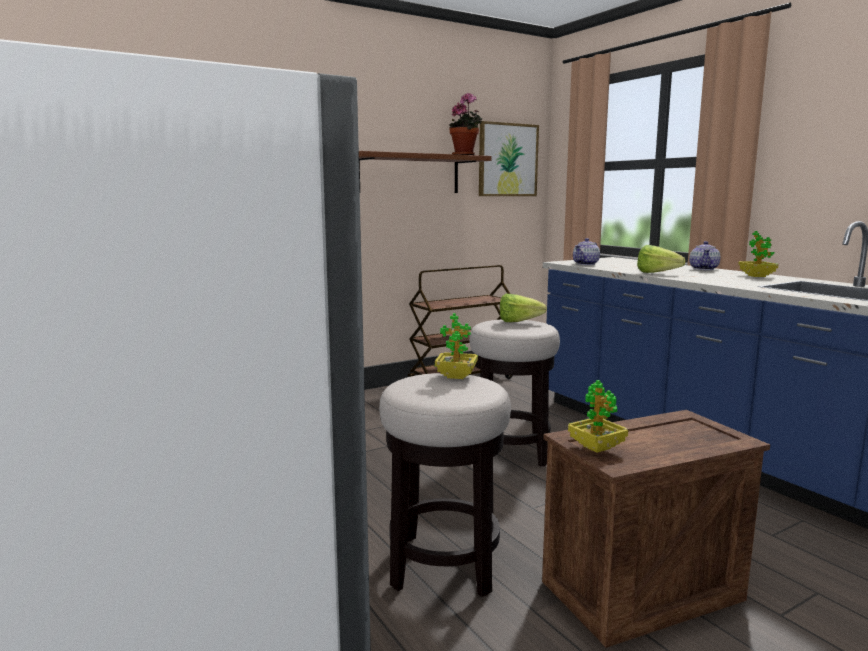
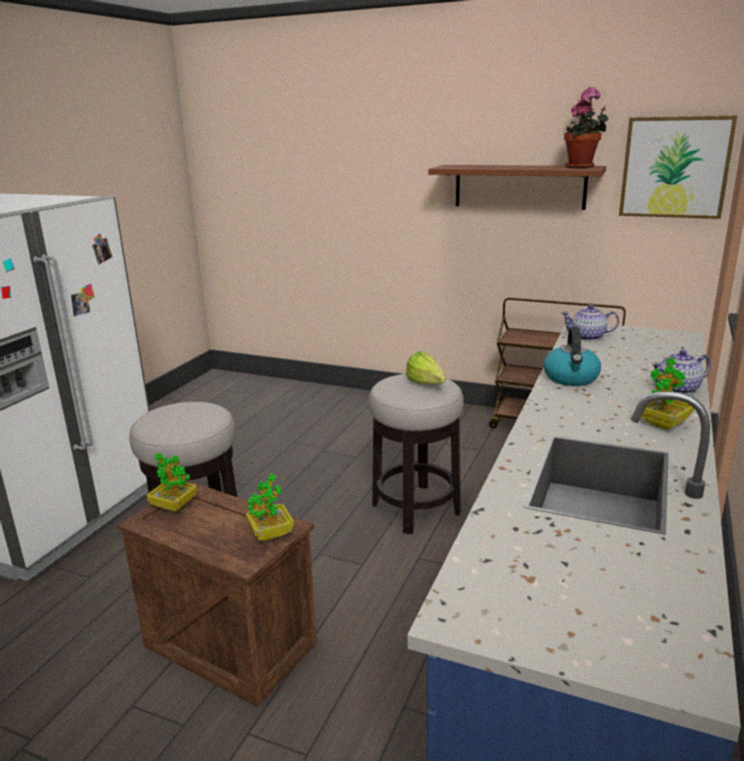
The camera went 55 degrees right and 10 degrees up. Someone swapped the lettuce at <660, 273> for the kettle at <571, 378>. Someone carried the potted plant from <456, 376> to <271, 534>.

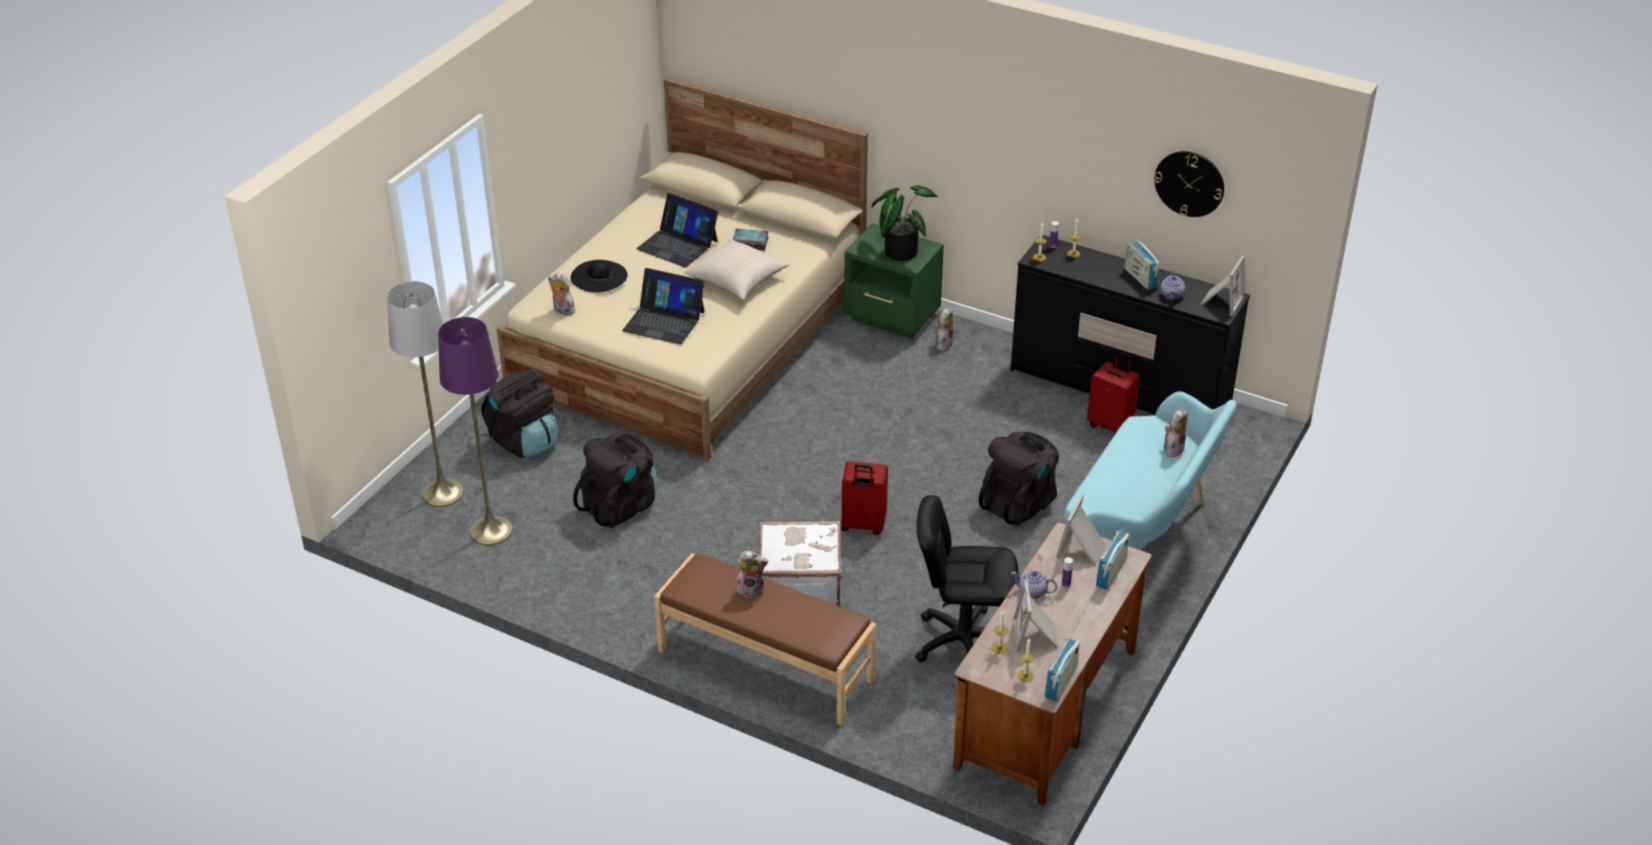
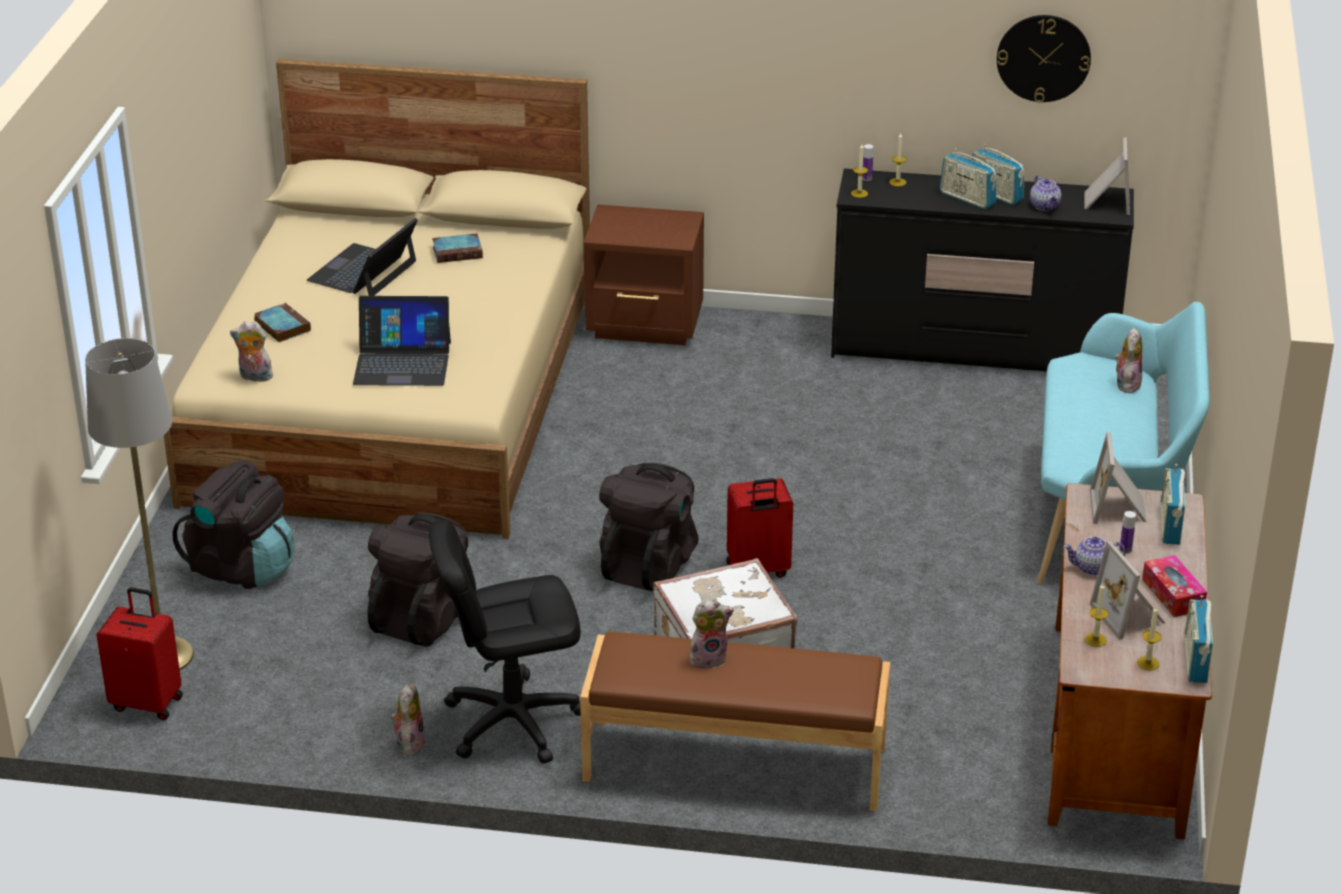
The camera went 20 degrees left and 5 degrees down. Someone took away the potted plant at <900, 250>. Someone rotated the laptop at <678, 245> by 105 degrees clockwise. Someone repainted the green nightstand at <893, 317>, which became the brown nightstand at <646, 325>. Someone took away the beige pillow at <737, 280>. Someone swapped the black hat at <599, 276> for the book at <281, 326>. Someone carried the plush toy from <943, 343> to <409, 743>. Someone took away the purple floor lamp at <491, 531>. Someone carried the red suitcase from <1111, 425> to <148, 702>. Someone carried the black backpack from <1019, 503> to <648, 564>. Someone carried the black office chair from <963, 642> to <512, 721>. Someone put down the radio at <967, 199>. Someone put down the tissue box at <1173, 594>.

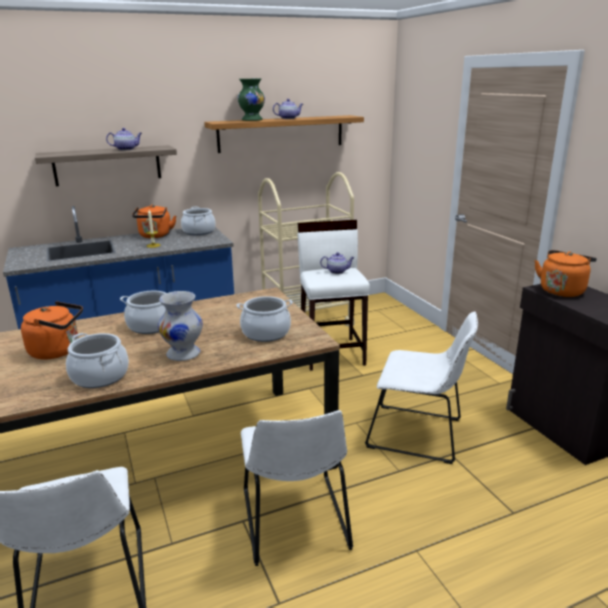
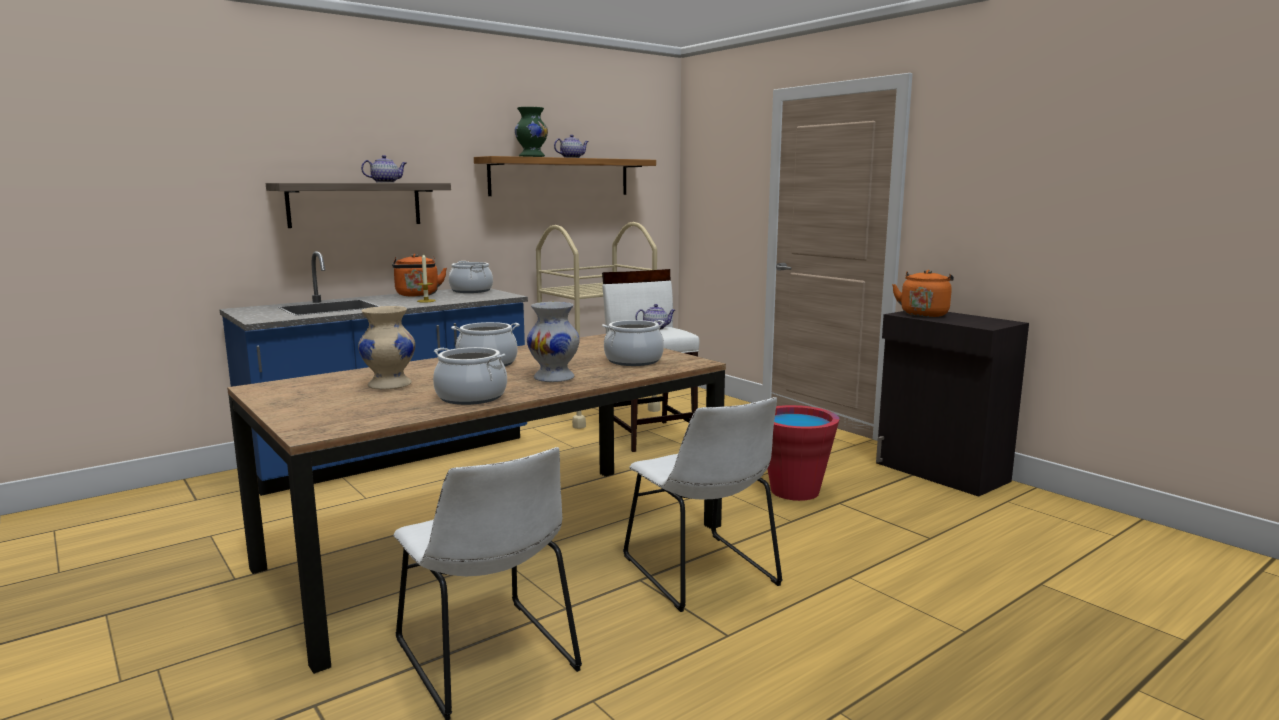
The camera went 15 degrees left and 10 degrees down. Someone swapped the orange kettle at <58, 351> for the beige vase at <390, 385>. Someone swapped the white chair at <419, 434> for the red bucket at <794, 491>.

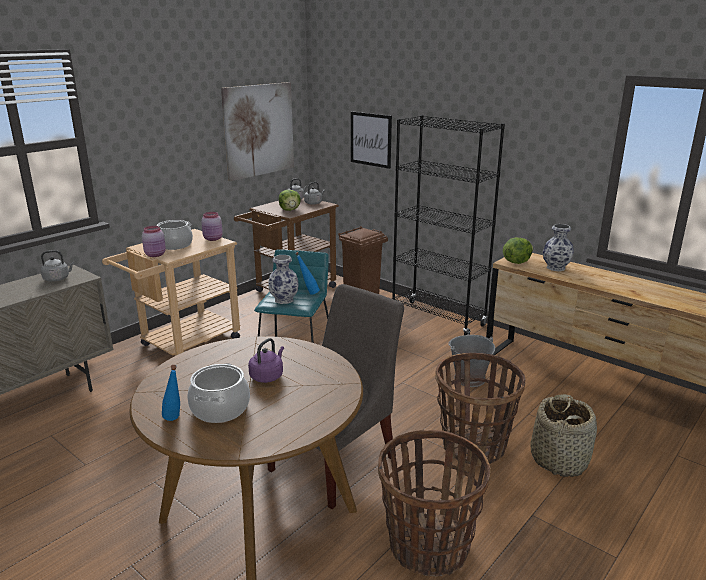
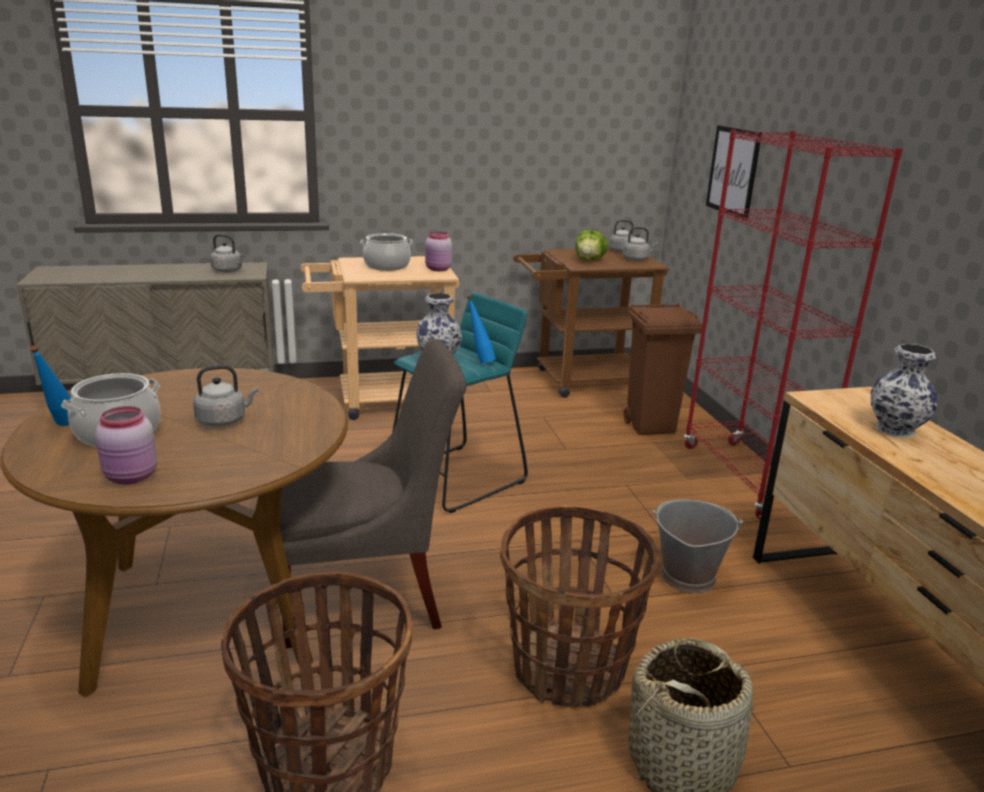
The camera went 35 degrees right and 0 degrees up. Someone took away the picture at <259, 130>. Someone repainted the black bookcase at <438, 319>, which became the red bookcase at <746, 479>. Someone carried the pink jar from <156, 255> to <132, 477>. Someone took away the lettuce at <516, 262>. Someone repainted the purple kettle at <267, 376>, which became the grey kettle at <224, 420>.

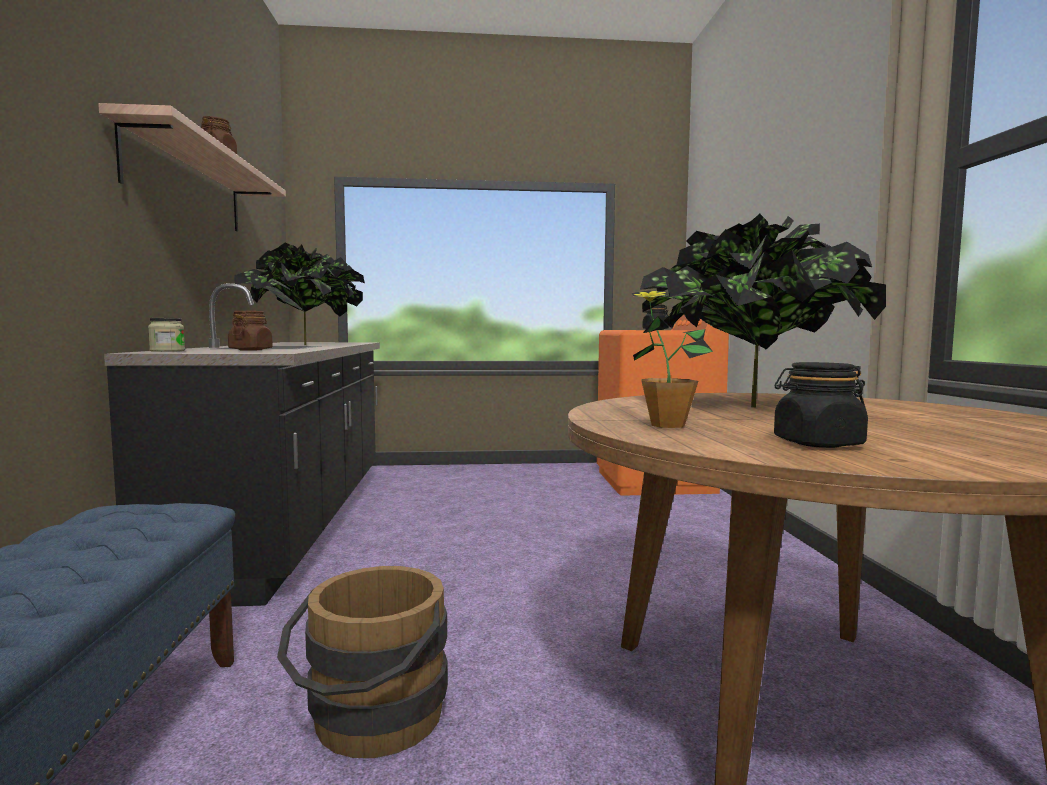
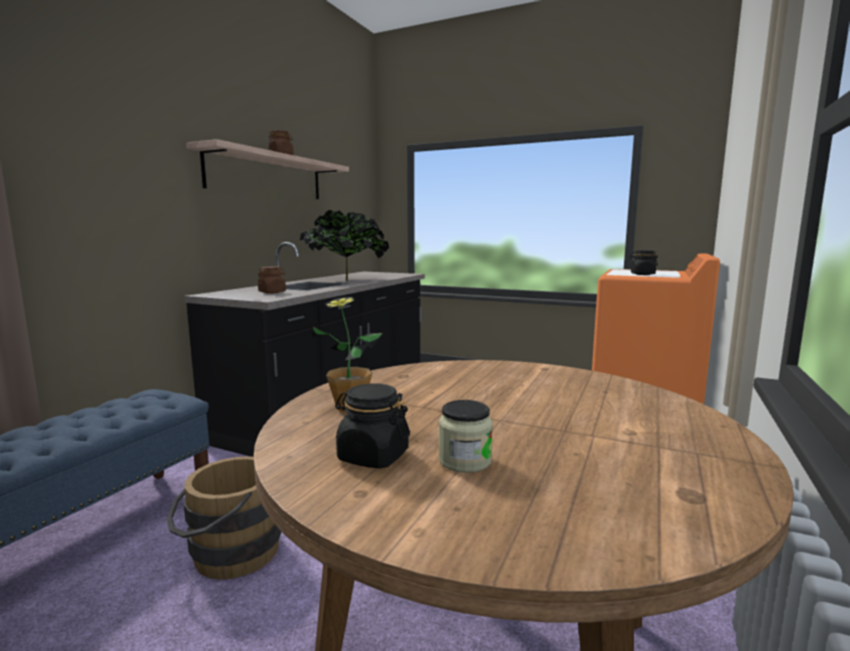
The camera went 30 degrees right and 5 degrees up. Someone took away the potted plant at <747, 406>. Someone carried the jar from <167, 351> to <464, 461>.

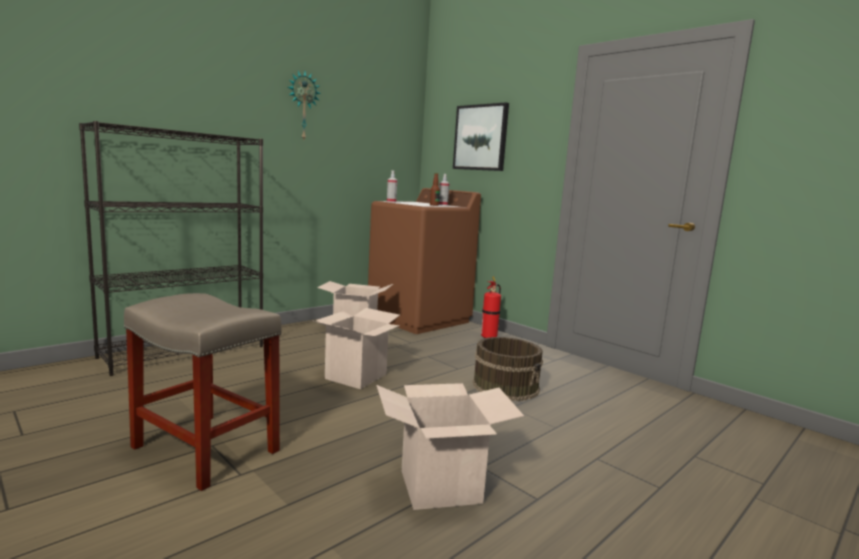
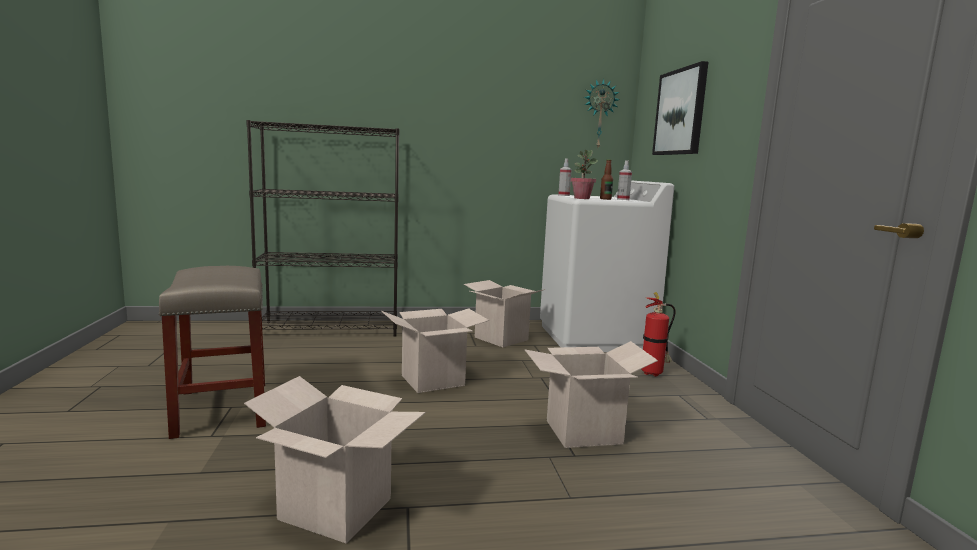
The camera went 35 degrees right and 0 degrees up. Someone carried the wall clock from <302, 106> to <599, 114>. Someone repainted the brown washing machine at <419, 319>, which became the white washing machine at <595, 337>. Someone swapped the brown bucket at <506, 386> for the cardboard box at <583, 432>. Someone put down the potted plant at <581, 198>.

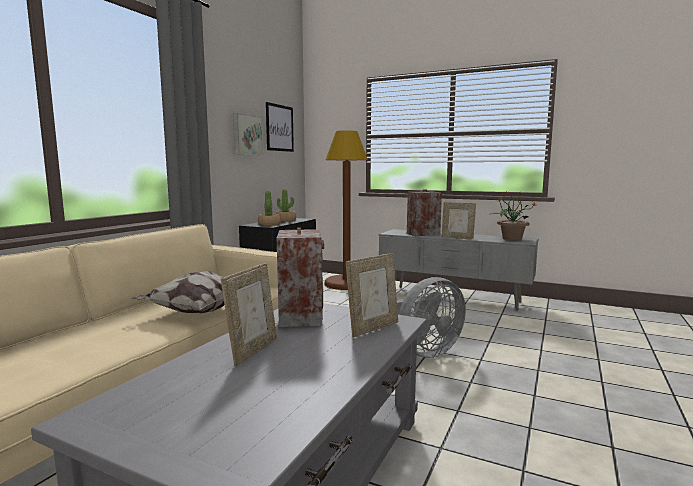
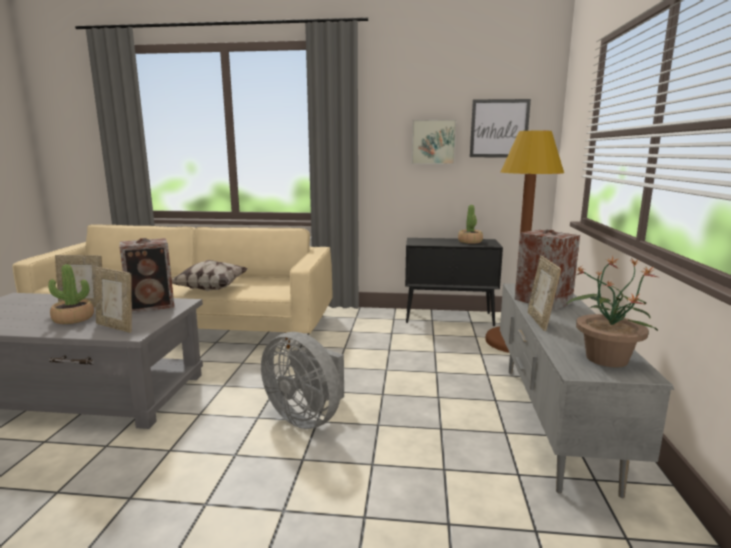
The camera went 70 degrees right and 5 degrees up. Someone carried the potted plant from <269, 224> to <73, 319>.

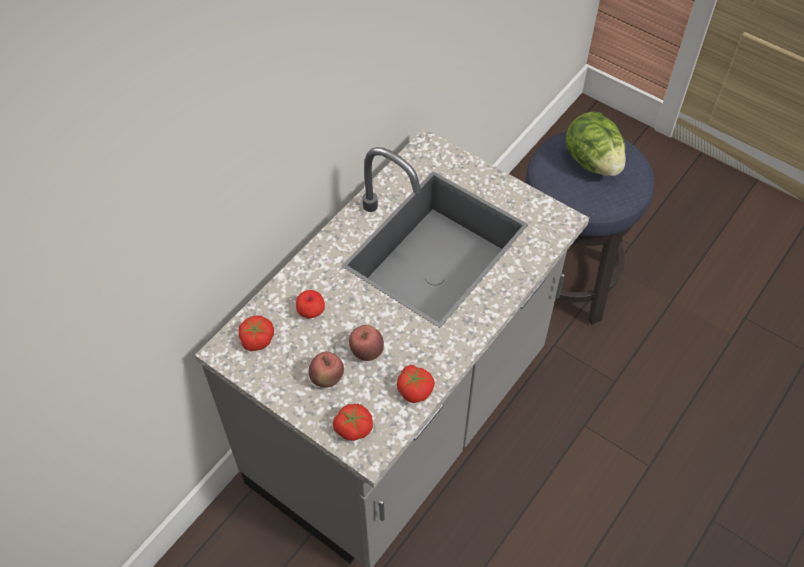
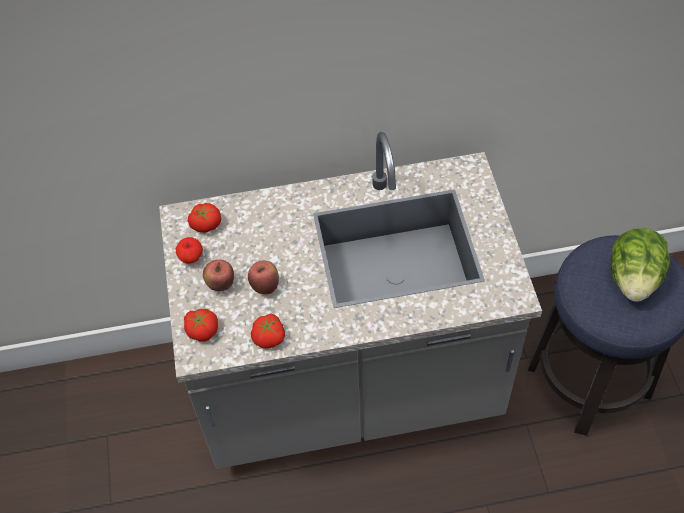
The camera went 45 degrees right and 0 degrees up. Someone carried the apple from <311, 312> to <191, 258>.

